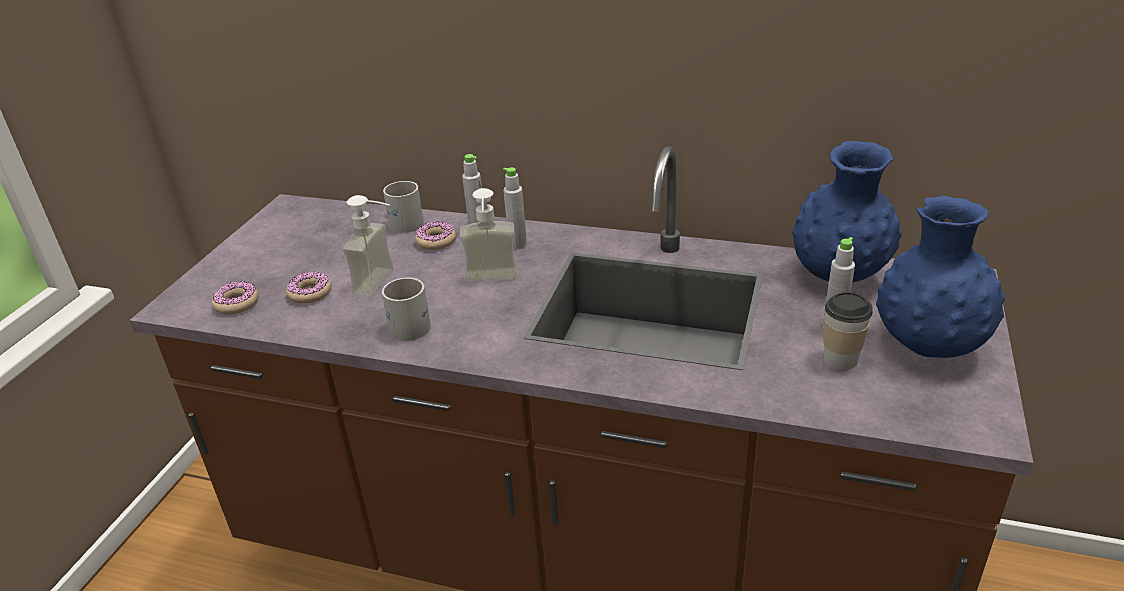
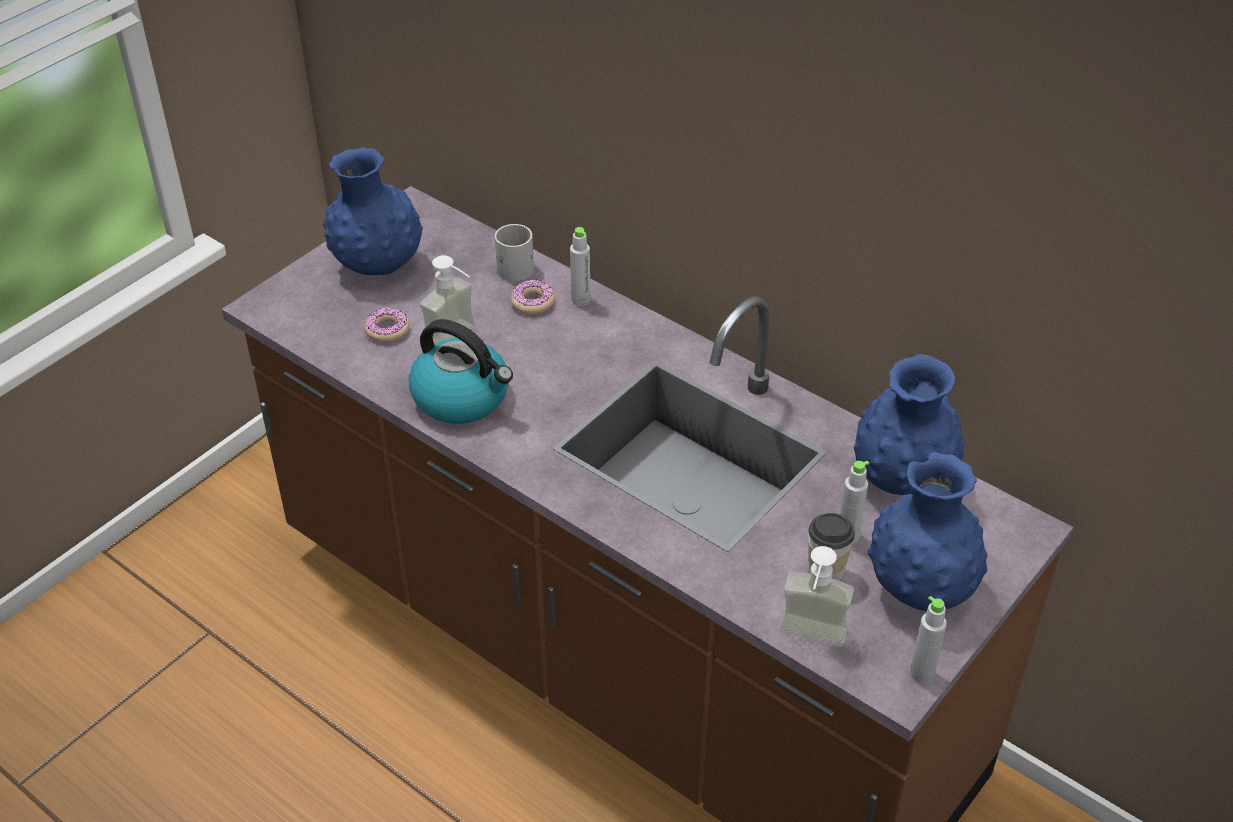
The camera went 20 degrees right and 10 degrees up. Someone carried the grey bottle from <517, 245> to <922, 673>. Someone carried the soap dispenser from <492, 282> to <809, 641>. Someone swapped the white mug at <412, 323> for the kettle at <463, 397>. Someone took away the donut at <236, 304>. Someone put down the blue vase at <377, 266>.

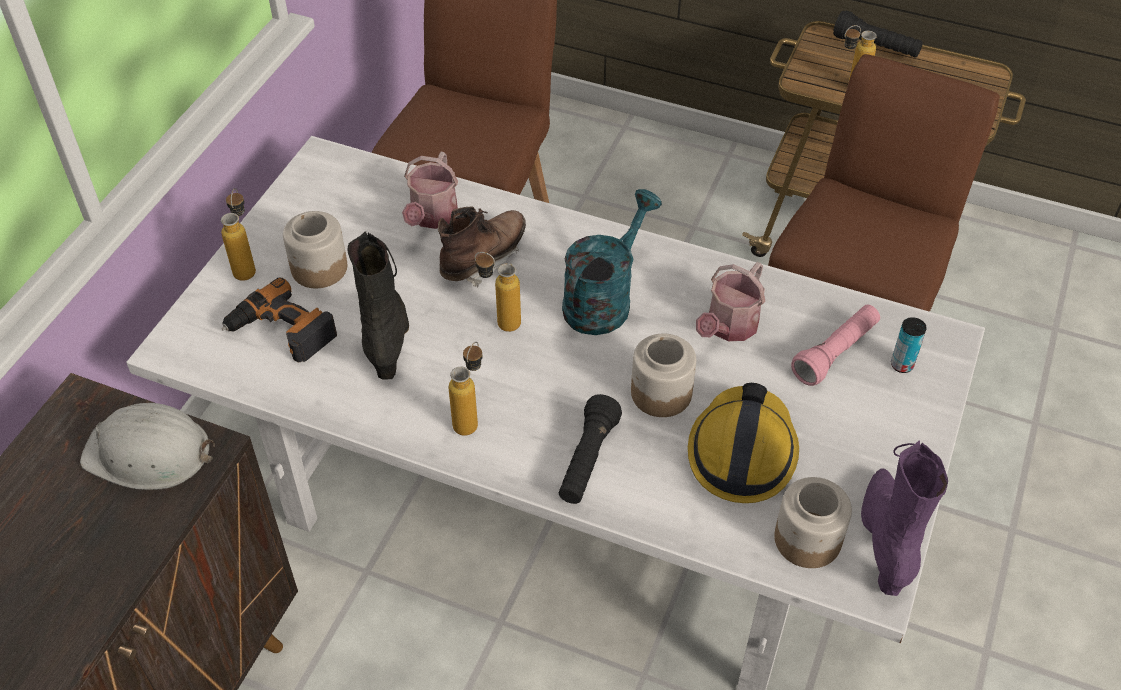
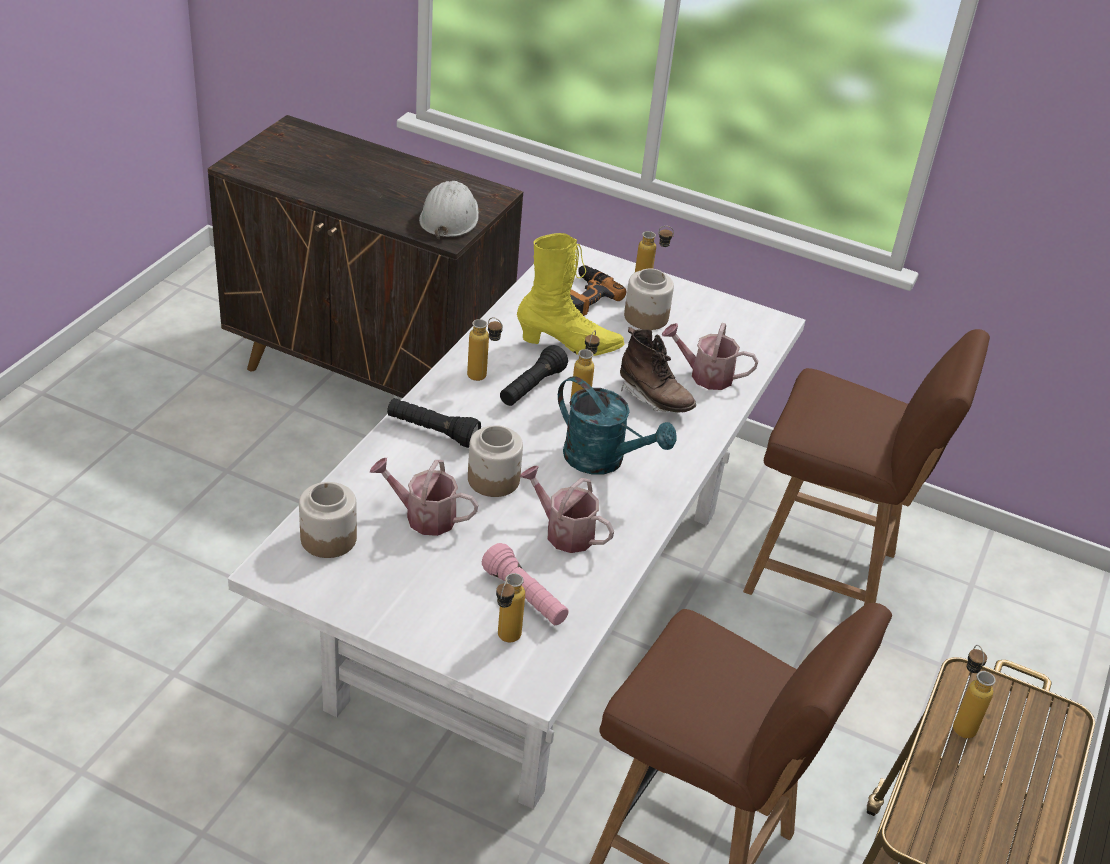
The camera went 90 degrees right and 10 degrees down. Someone carried the black flashlight from <875, 47> to <531, 388>. Someone repainted the black boot at <387, 338>, which became the yellow boot at <569, 345>. Someone swapped the can at <901, 365> for the bottle at <505, 641>. Someone swapped the hard hat at <742, 452> for the watering can at <424, 516>. Someone took away the purple boot at <886, 541>.

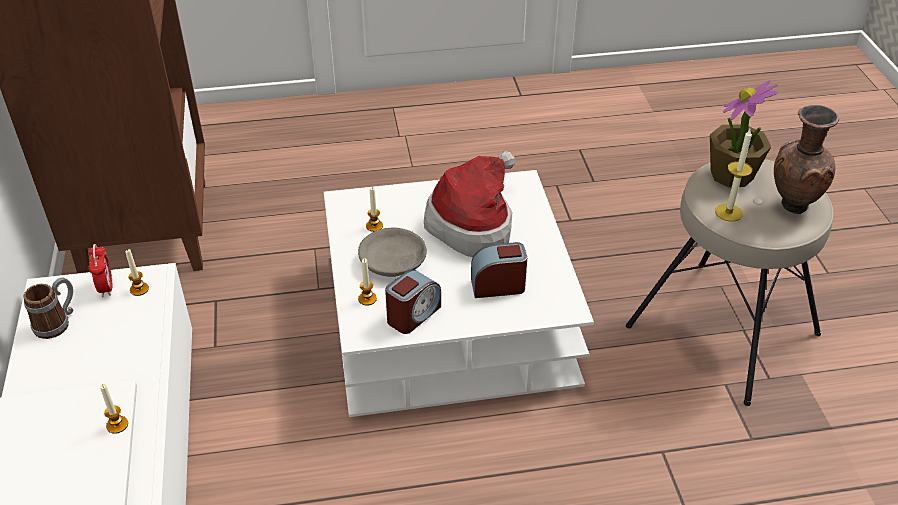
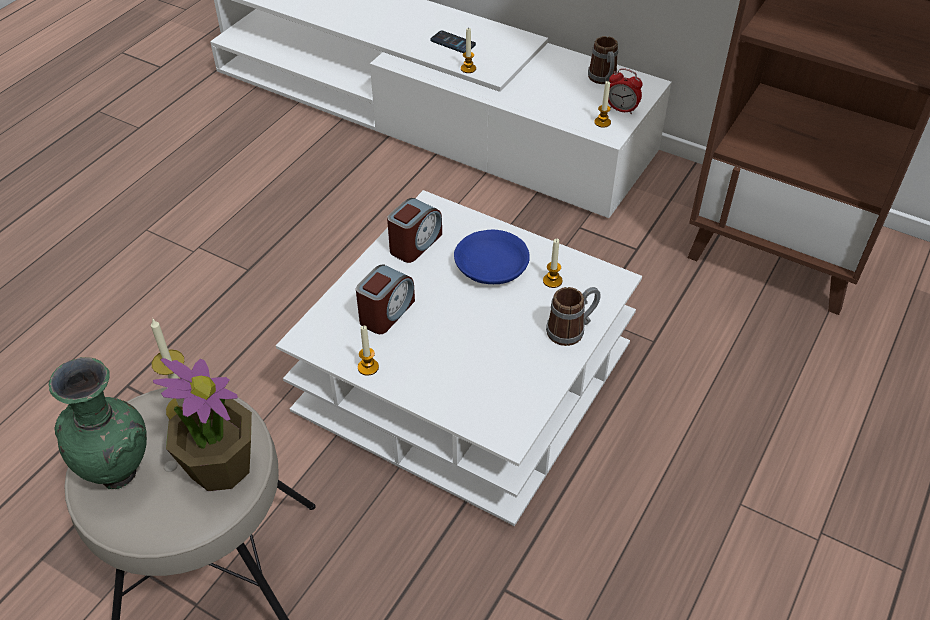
The camera went 130 degrees right and 5 degrees up. Someone repainted the brown vase at <791, 205>, which became the green vase at <121, 473>. Someone took away the hat at <474, 223>. Someone repainted the grey bowl at <393, 262>, which became the blue bowl at <490, 267>. Someone carried the candle from <367, 299> to <368, 367>. Someone rotated the alarm clock at <413, 315> by 135 degrees counterclockwise. Someone put down the phone at <453, 43>. Someone put down the mug at <572, 329>.

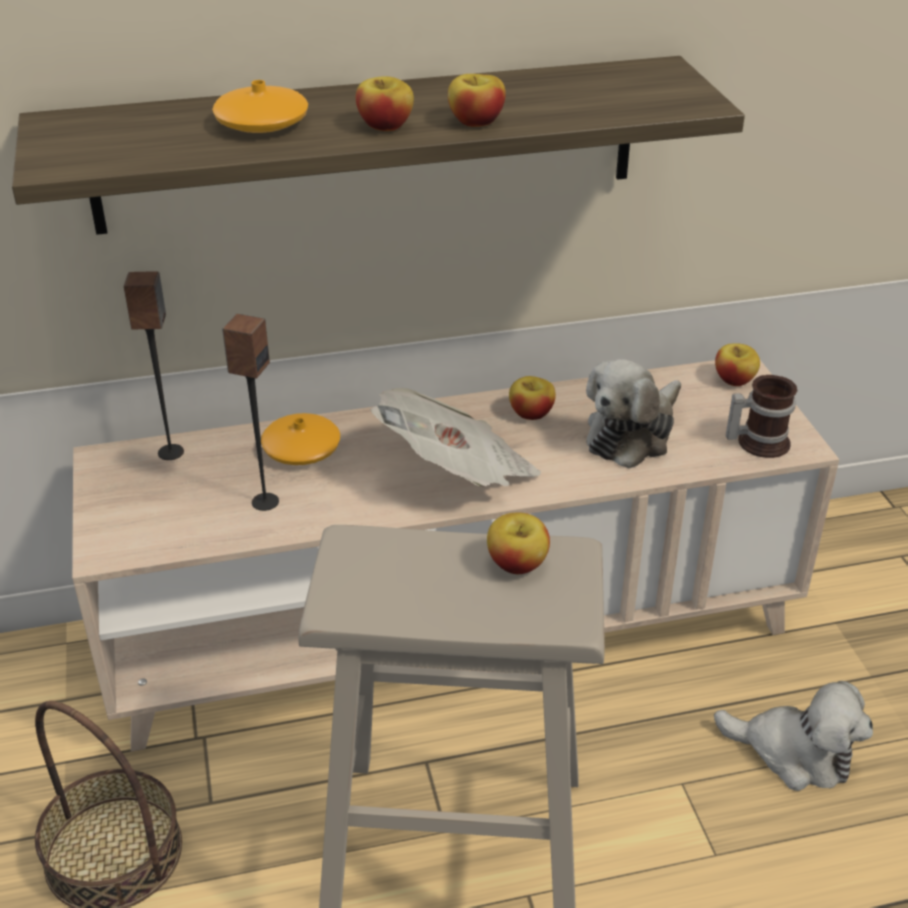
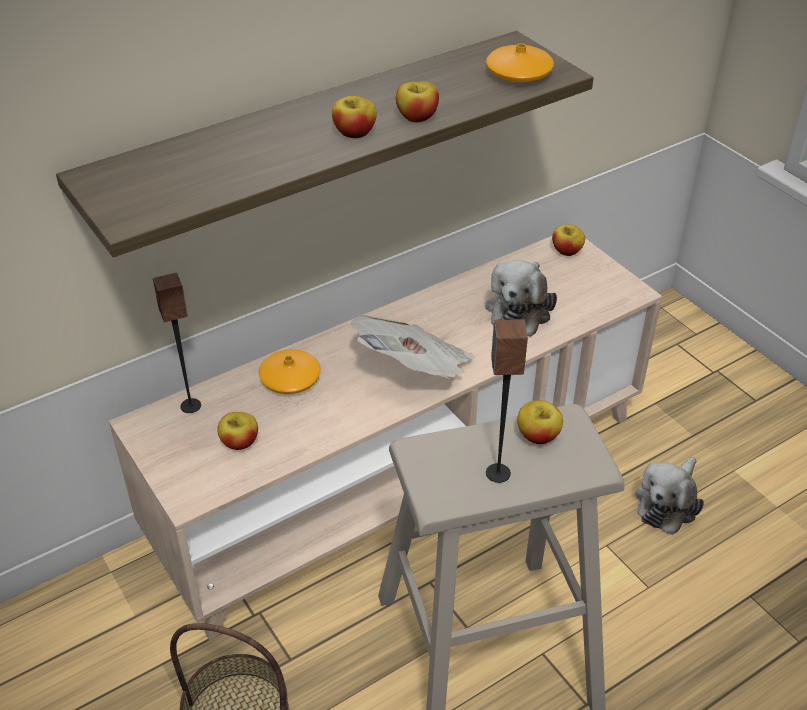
The camera went 20 degrees left and 5 degrees up. Someone carried the orange vase from <262, 123> to <519, 73>. Someone carried the speaker from <264, 502> to <497, 473>. Someone took away the mug at <757, 441>. Someone carried the apple from <531, 413> to <239, 442>. Someone rotated the plush toy at <794, 753> by 120 degrees clockwise.

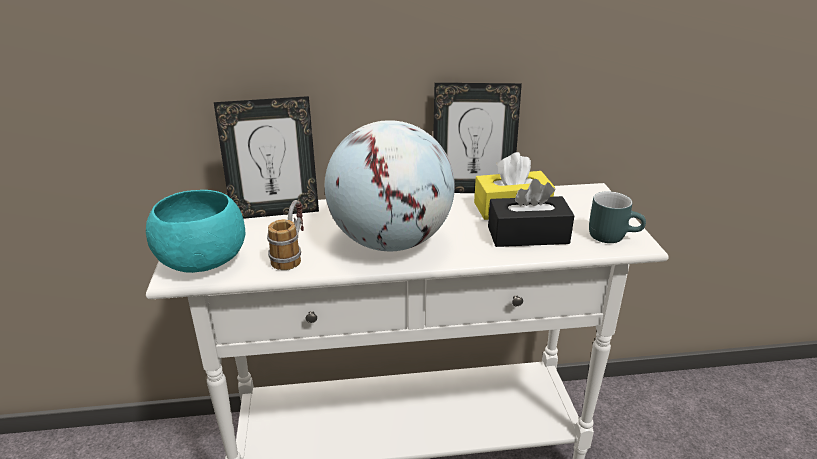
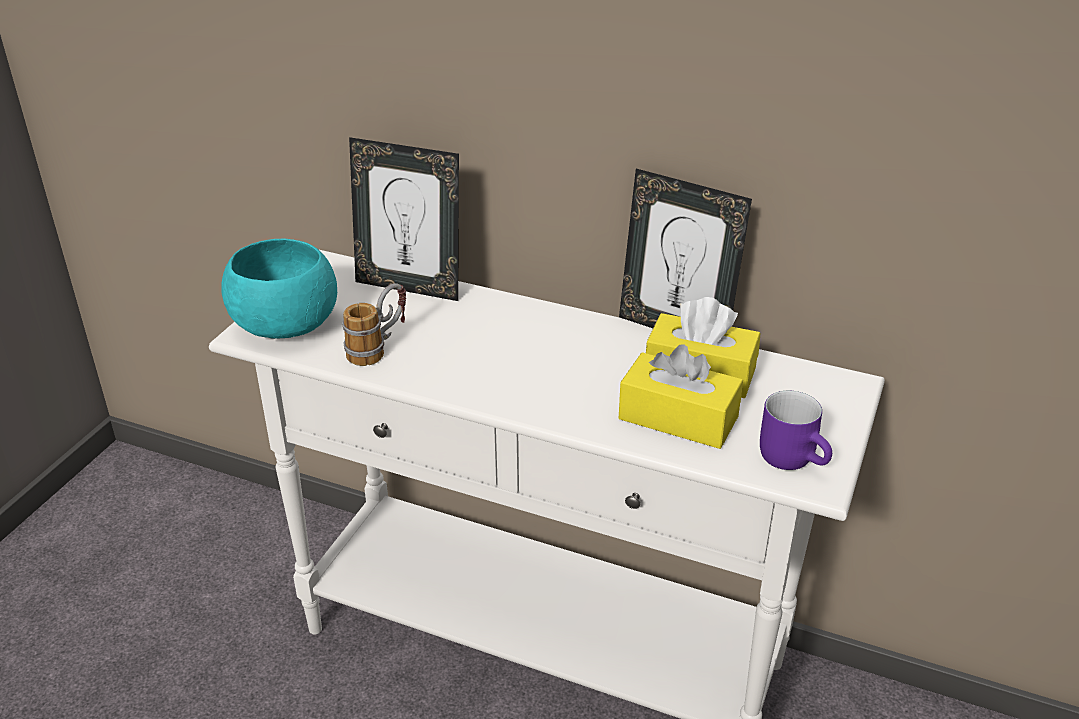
The camera went 30 degrees right and 5 degrees up. Someone took away the globe at <391, 242>. Someone repainted the black tissue box at <528, 235>, which became the yellow tissue box at <678, 418>. Someone repainted the turquoise mug at <612, 235>, which became the purple mug at <795, 458>.

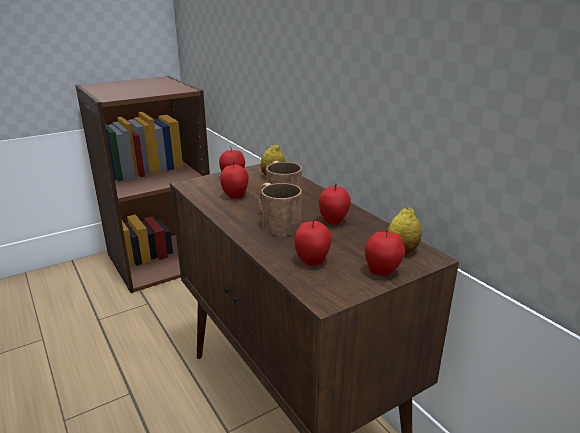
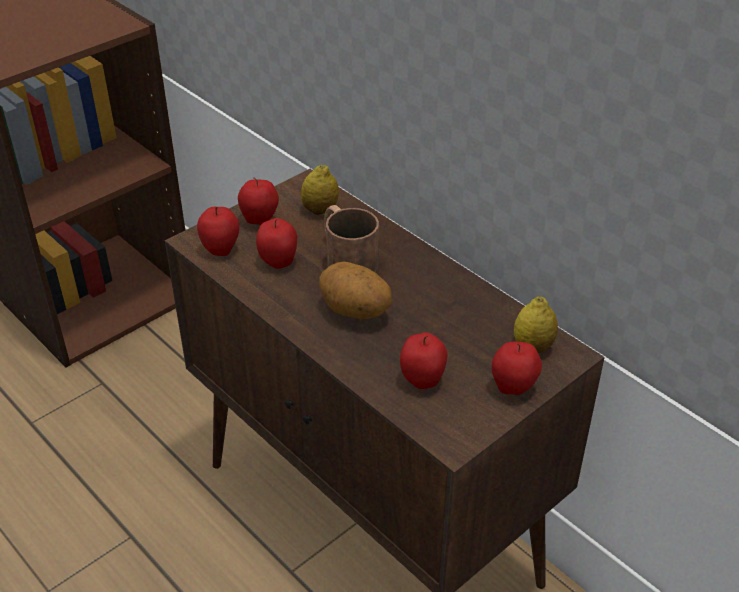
The camera went 10 degrees left and 15 degrees up. Someone swapped the brown mug at <276, 222> for the potato at <354, 312>. Someone carried the apple from <333, 221> to <221, 250>.

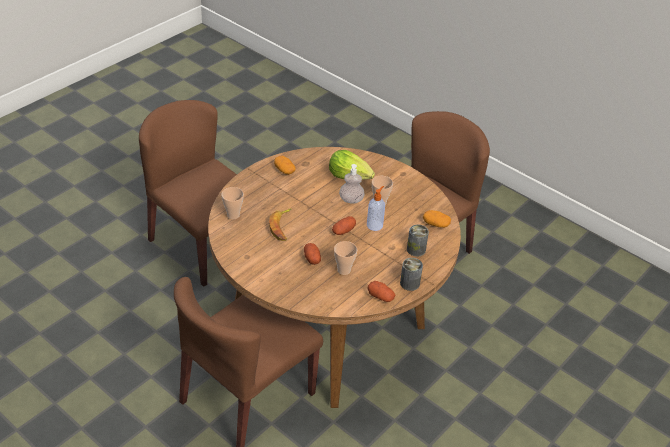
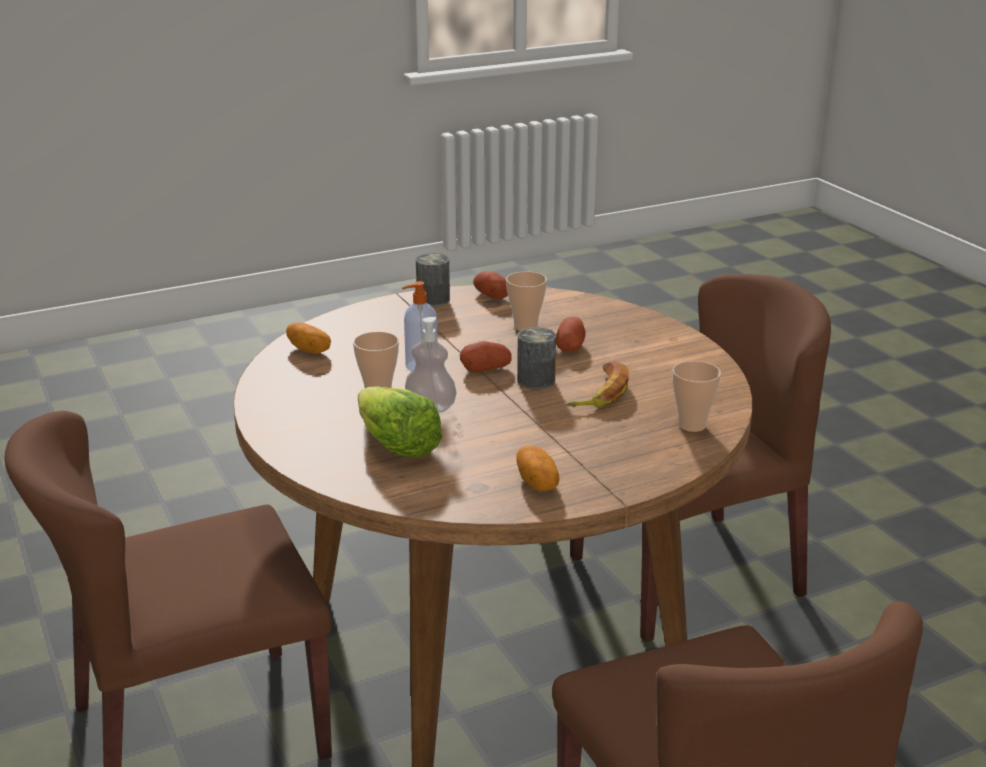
The camera went 155 degrees left and 15 degrees down. Someone carried the can from <416, 249> to <536, 380>.

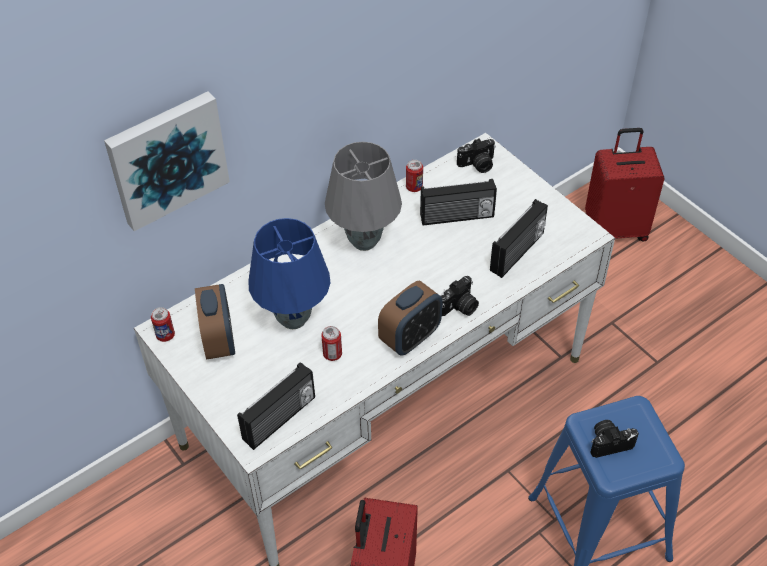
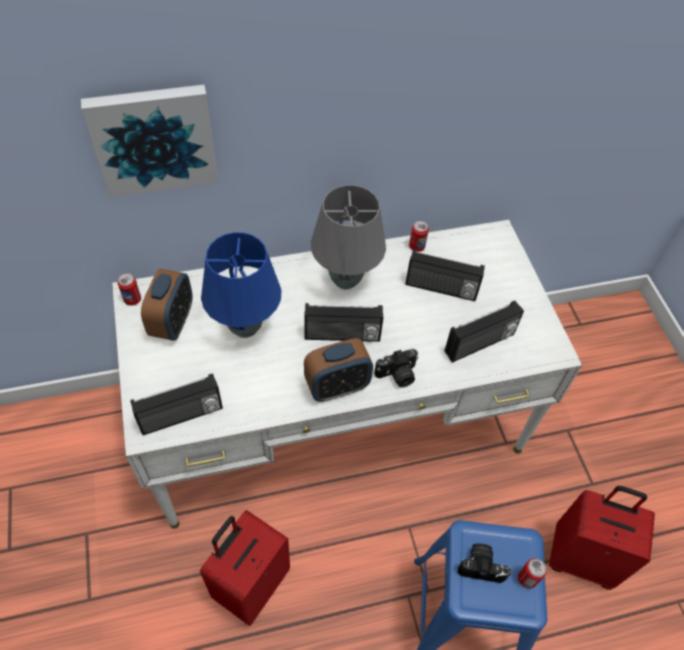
The camera went 20 degrees right and 5 degrees up. Someone carried the red suitcase from <615, 228> to <581, 557>. Someone took away the photo camera at <477, 165>. Someone carried the can from <332, 354> to <527, 578>. Someone put down the radio at <342, 336>.

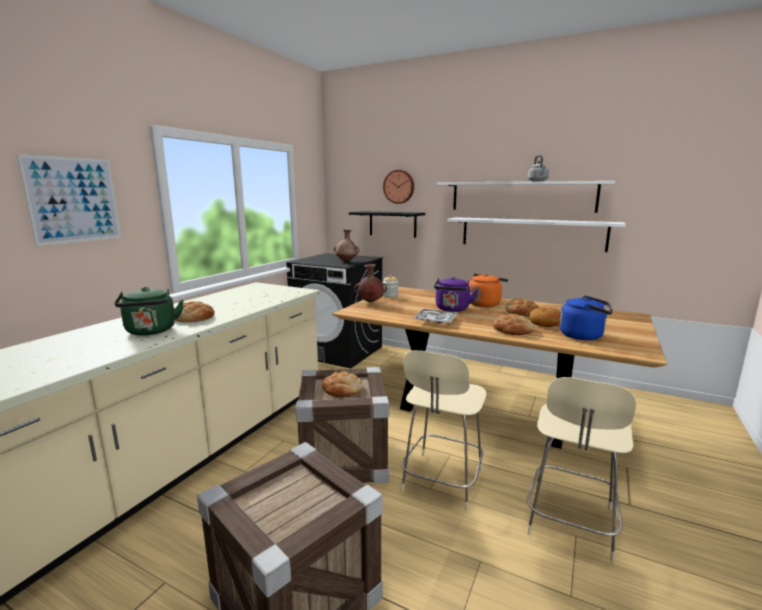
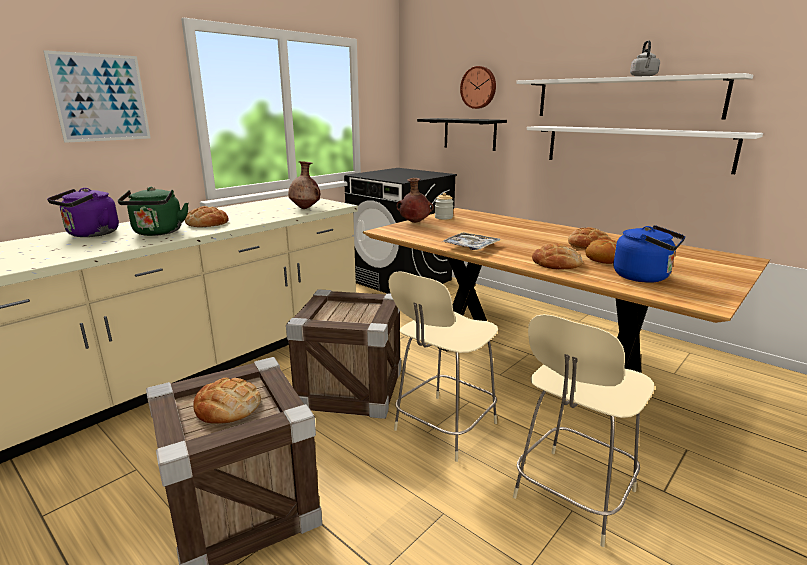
The camera went 15 degrees right and 5 degrees up. Someone carried the brown vase from <346, 261> to <305, 208>. Someone took away the orange kettle at <484, 304>. Someone carried the purple kettle from <452, 309> to <90, 234>. Someone carried the bread from <342, 389> to <228, 407>.

